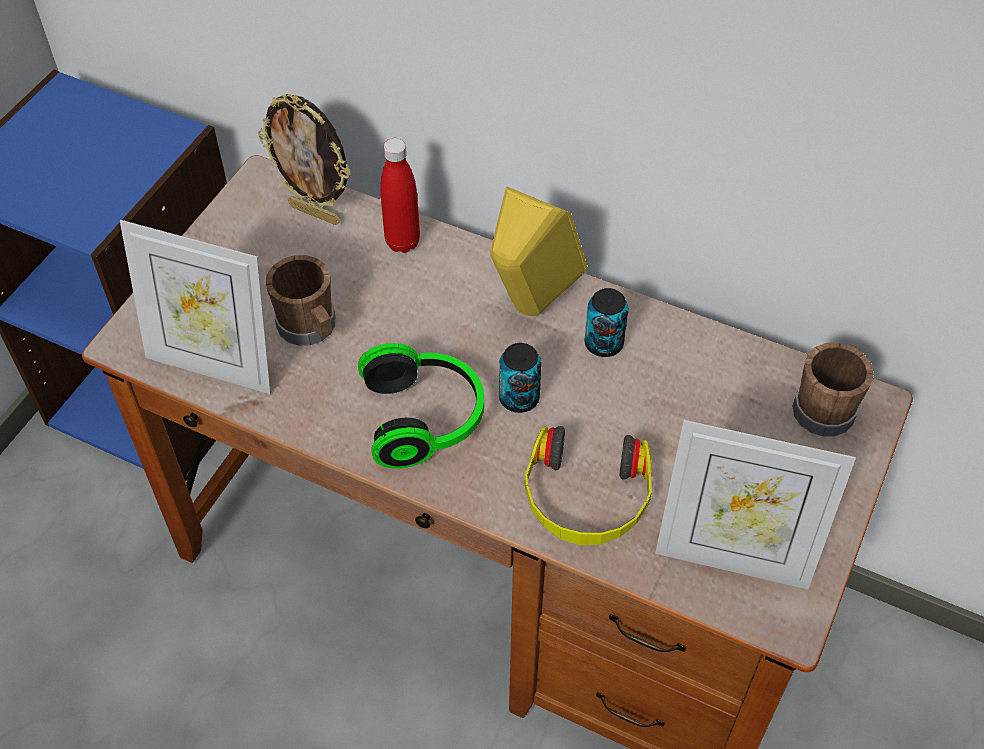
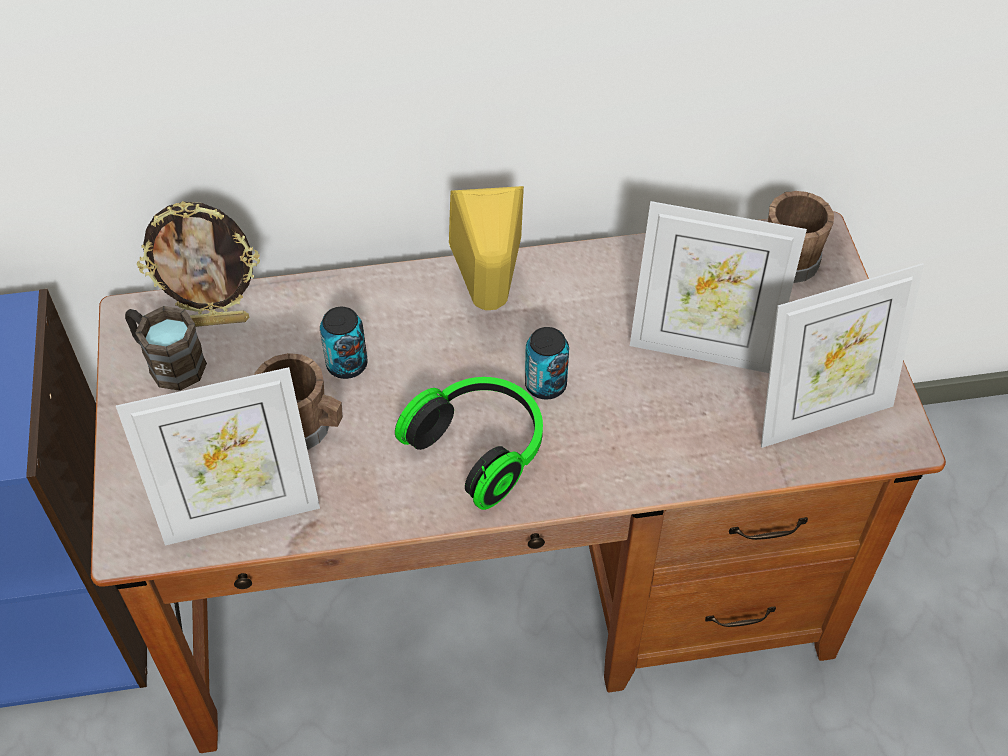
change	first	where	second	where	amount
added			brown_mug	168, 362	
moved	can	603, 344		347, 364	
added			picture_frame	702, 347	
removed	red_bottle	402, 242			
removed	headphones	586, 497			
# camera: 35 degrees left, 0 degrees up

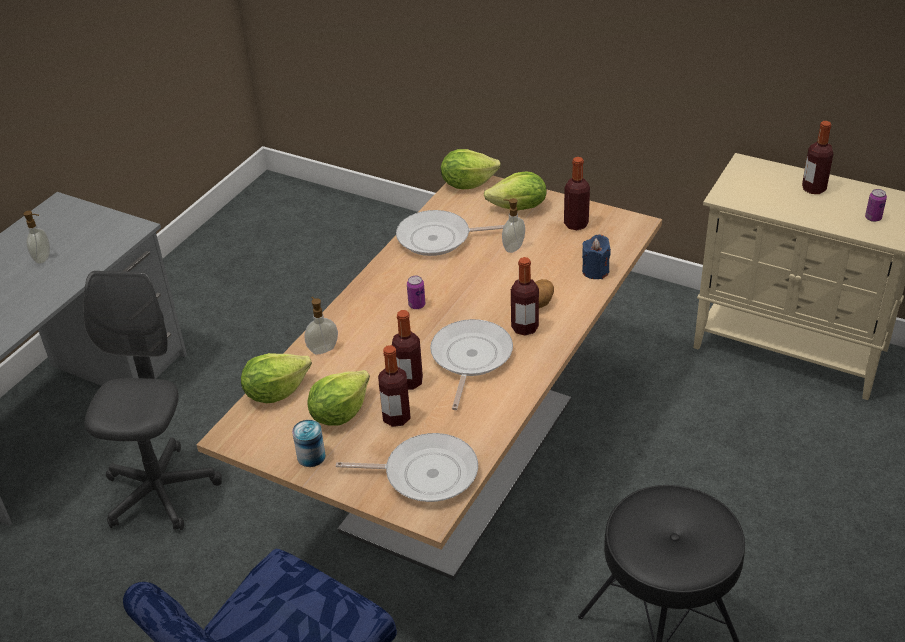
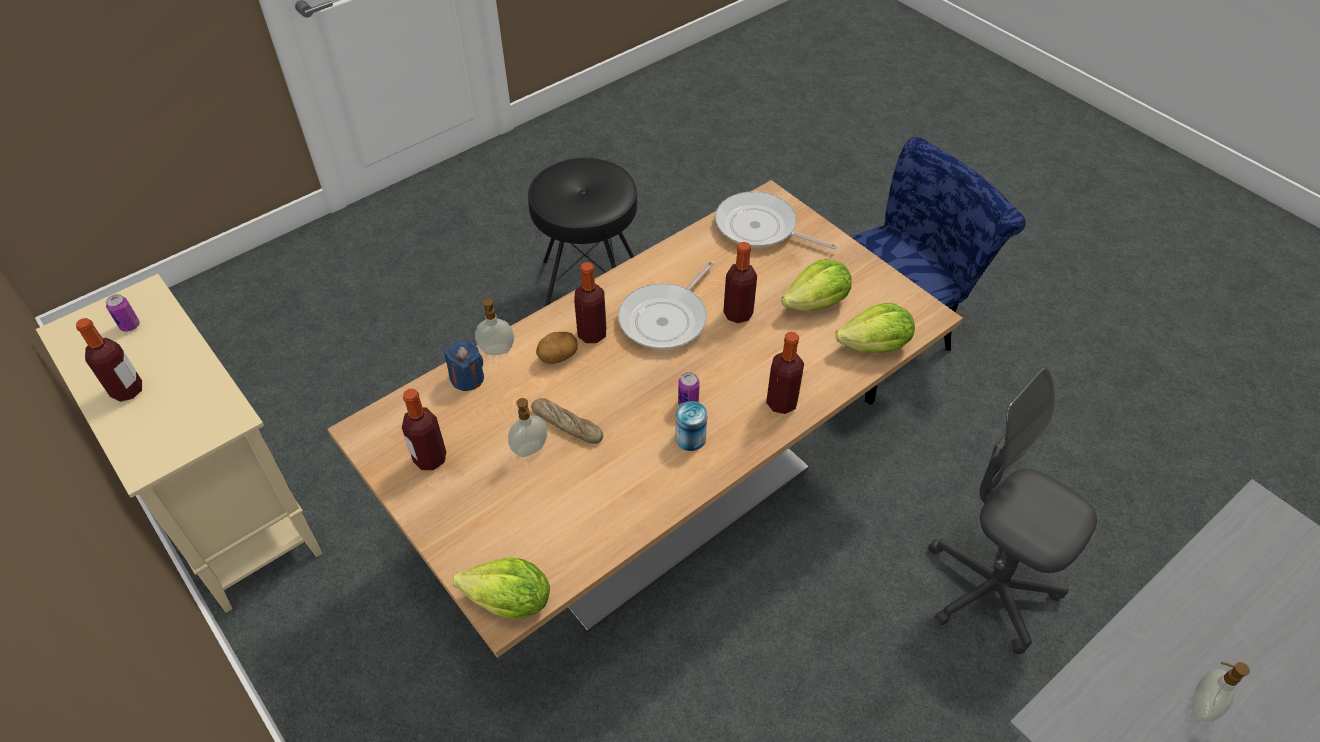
change	first	where	second	where	amount
moved	soap_dispenser	323, 349		497, 351	
added			bread	567, 425	
moved	can	311, 456		690, 438	
moved	bottle	396, 418		781, 403	
turned	grey_office_chair	160, 492		989, 589	105 degrees clockwise
removed	frying_pan	438, 238			
removed	lettuce	519, 208			
# camera: 160 degrees left, 10 degrees up

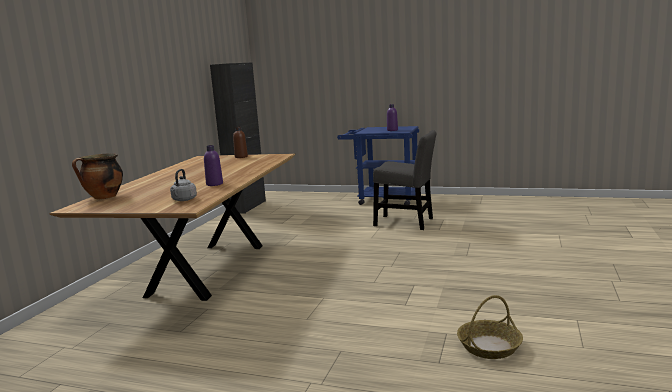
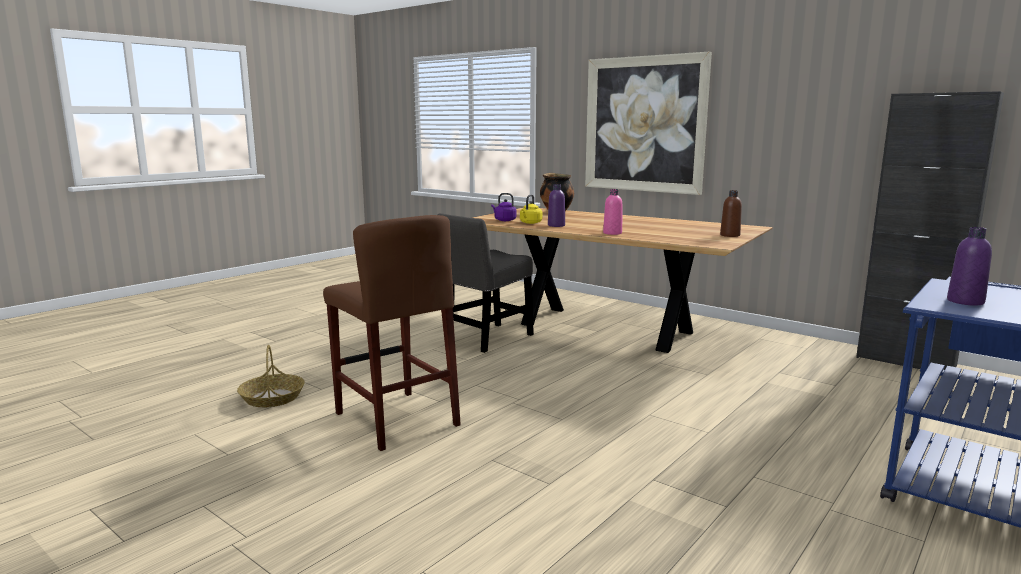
change	first	where	second	where	amount
added			brown_stool	396, 419	
moved	grey_chair	406, 222		486, 338	
recoloured	grey_kettle	183, 200	purple_kettle	504, 220	
added			yellow_kettle	530, 223	
added			picture	644, 124	
added			pink_bottle	612, 233	
# camera: 110 degrees right, 0 degrees up

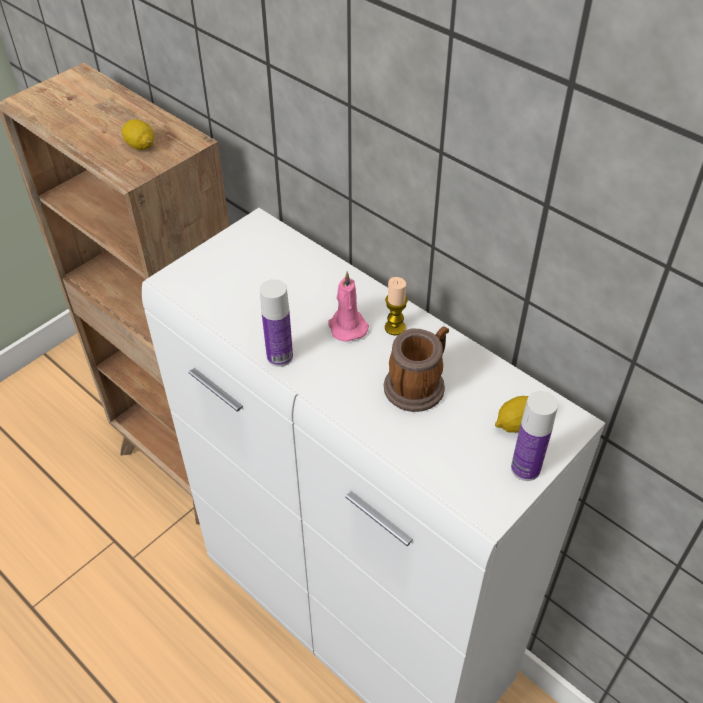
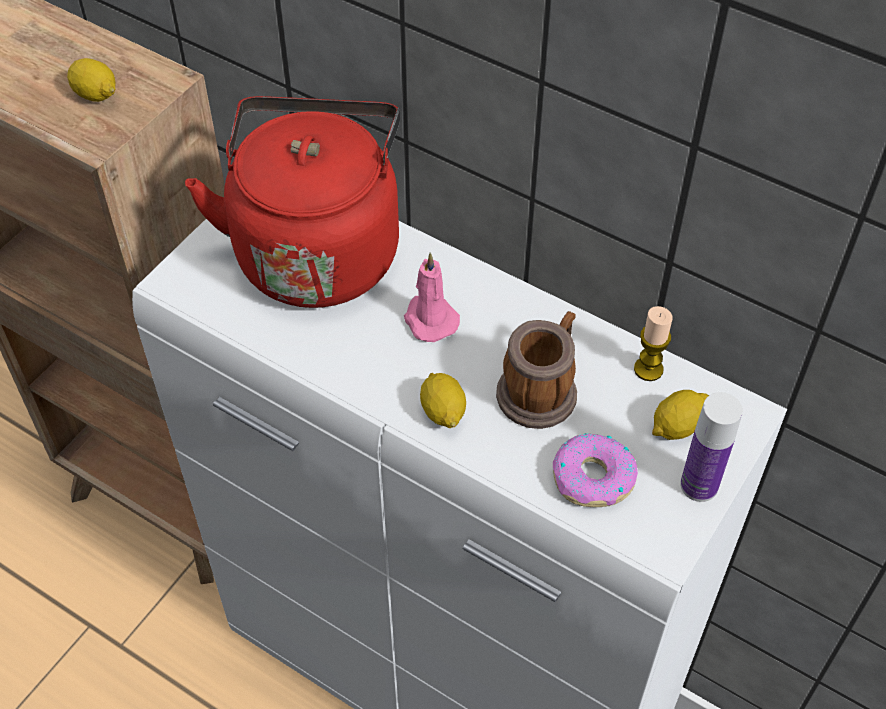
change	first	where	second	where	amount
added			red_kettle	317, 249	
added			lemon	442, 411	
added			donut	593, 478	
moved	candle	395, 327		648, 369	
removed	bottle	280, 357			
# camera: 10 degrees left, 5 degrees up

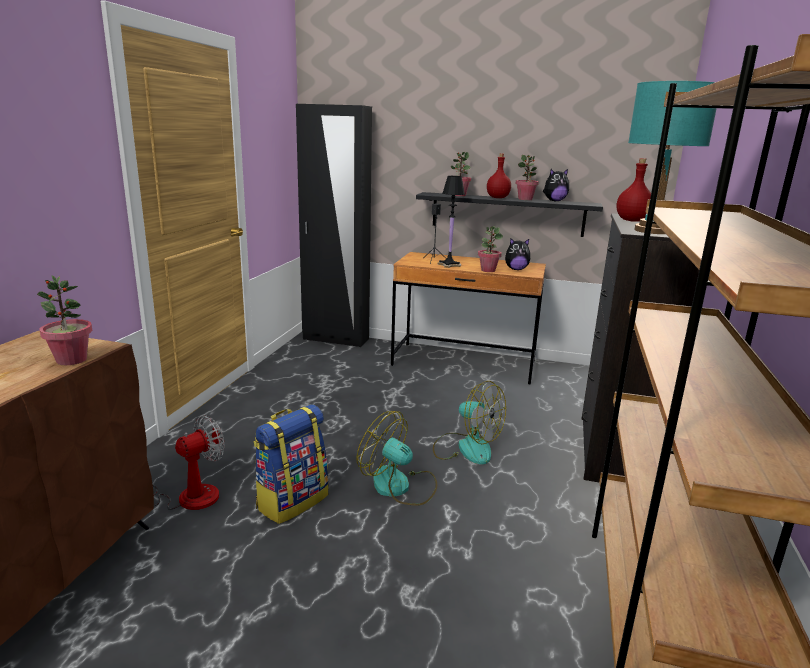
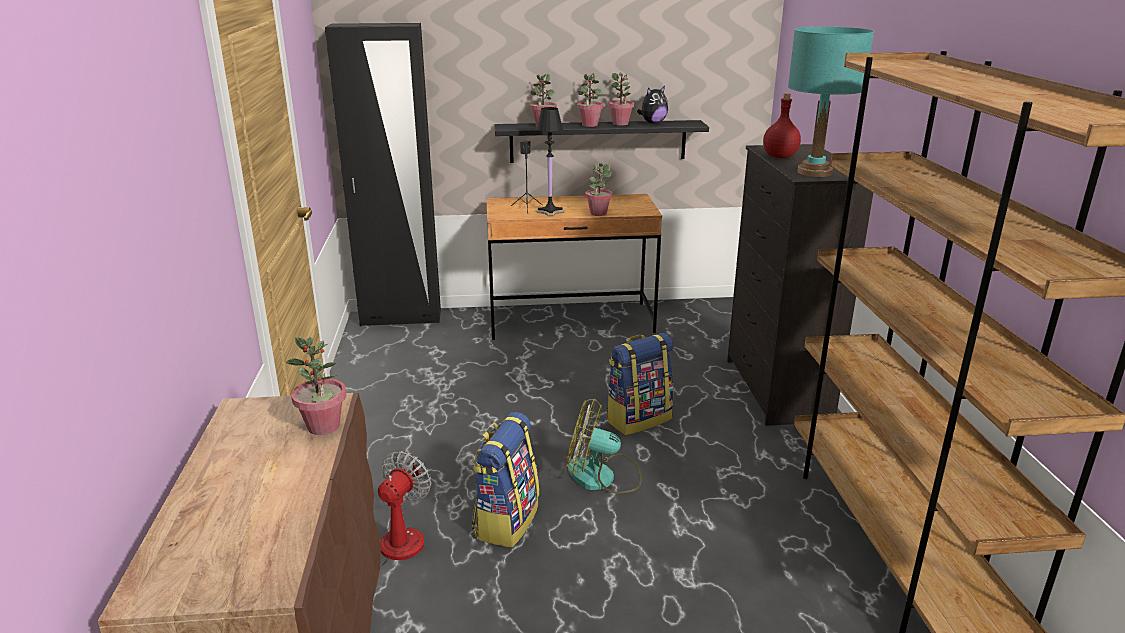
change	first	where	second	where	amount
replaced	red_bottle	497, 198	potted_plant	589, 125	
replaced	fan	466, 447	backpack	638, 419	
removed	plush_toy	516, 269			
# camera: 20 degrees left, 5 degrees up

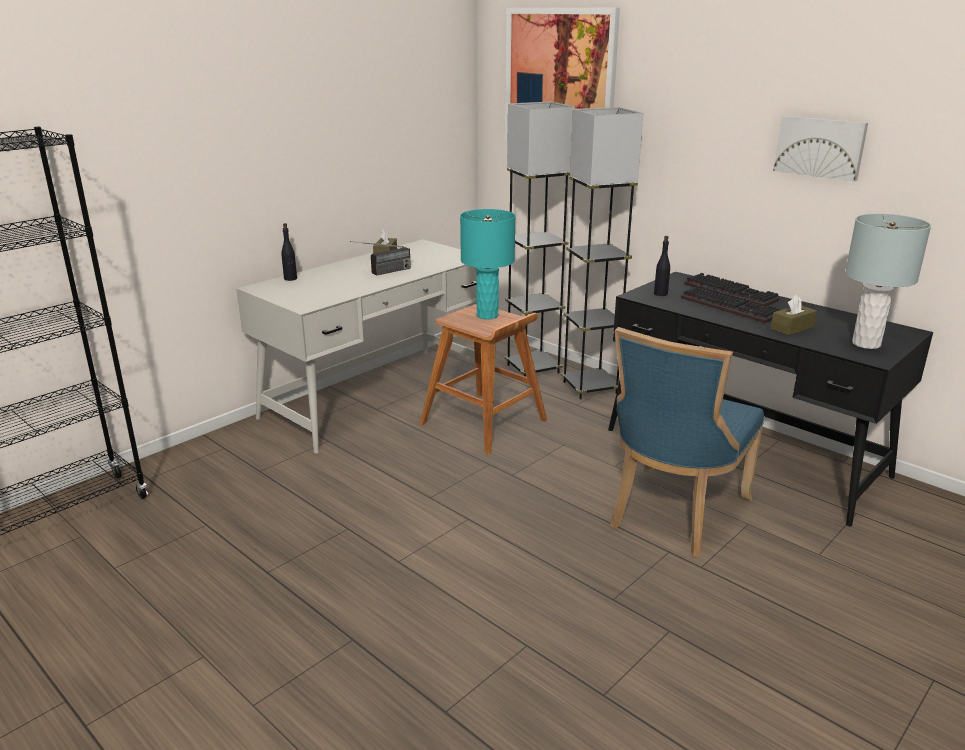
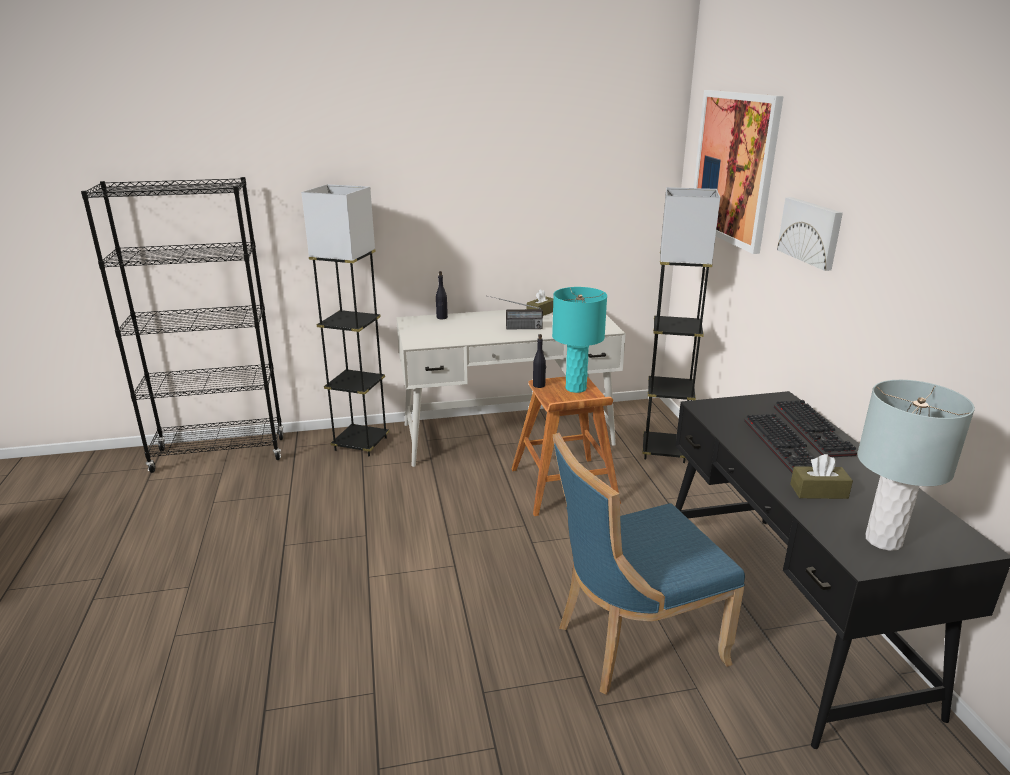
change	first	where	second	where	amount
moved	black_floor_lamp	590, 387		361, 444	
moved	black_bottle	660, 294		539, 385	
moved	picture	820, 147		811, 232	
# camera: 35 degrees right, 0 degrees up

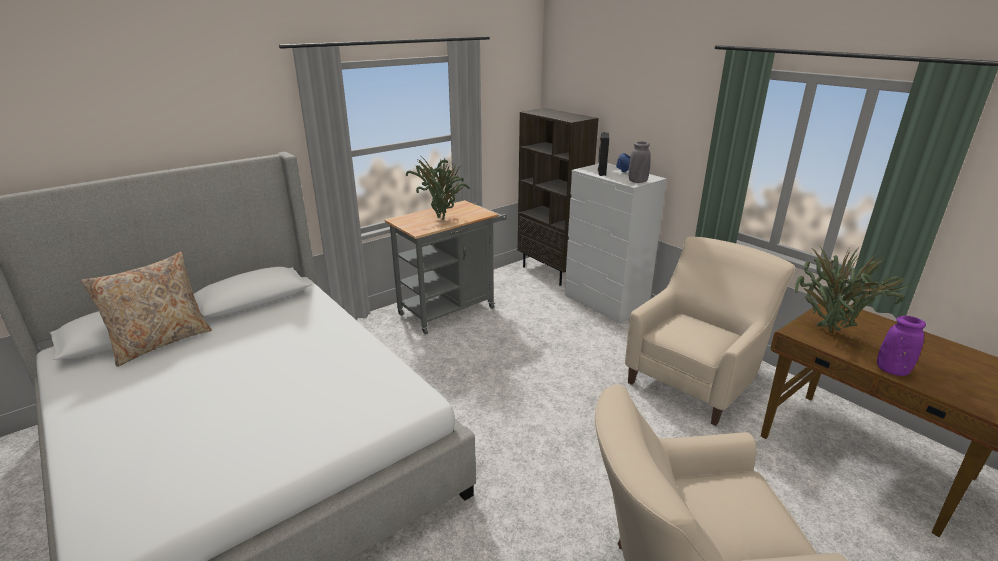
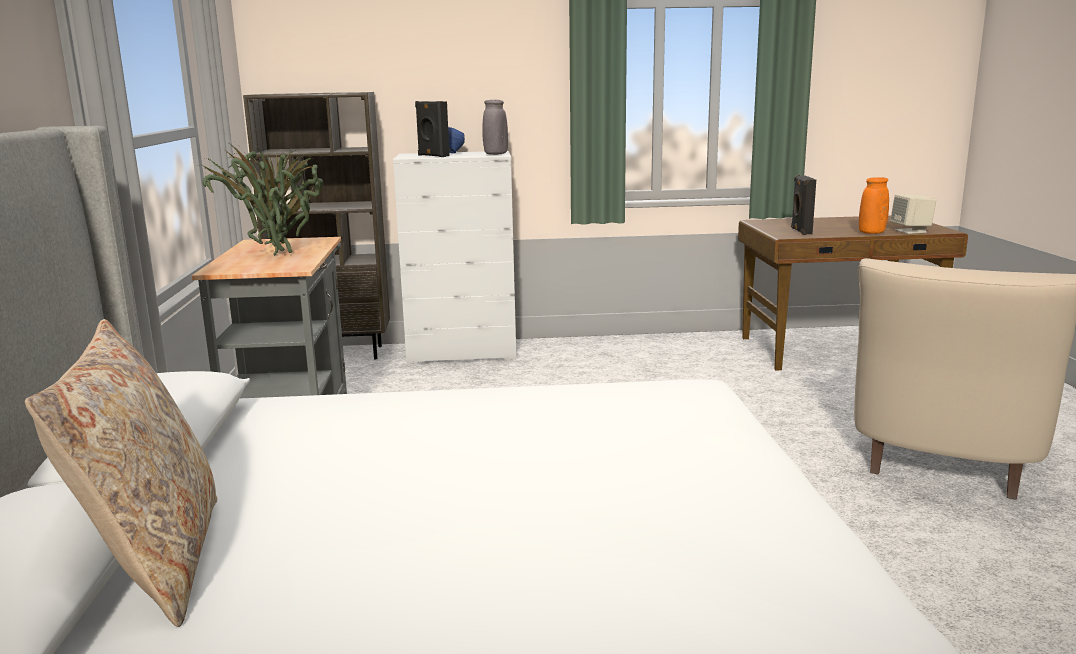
change	first	where	second	where	amount
replaced	potted_plant	829, 334	black_speaker	800, 231	
recoloured	purple_vase	892, 370	orange_vase	871, 233	
added			beige_speaker	911, 231	
removed	beige_armchair	696, 378			
# camera: 55 degrees left, 10 degrees down

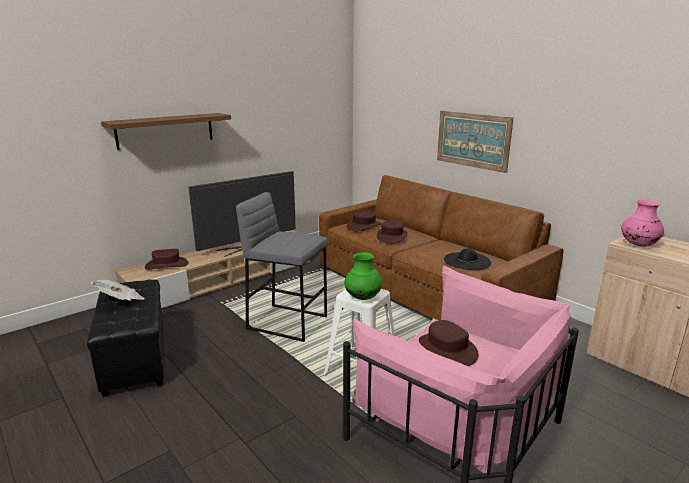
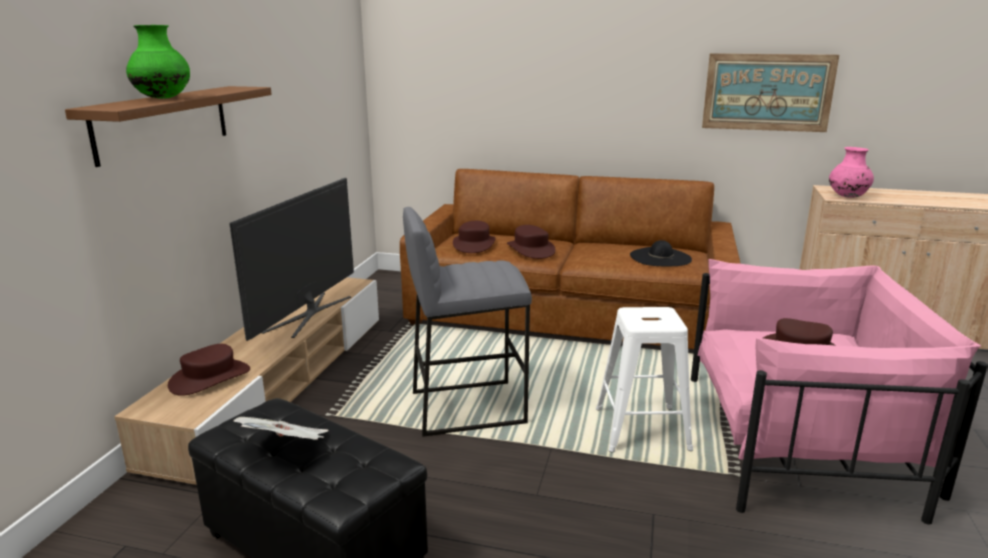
change	first	where	second	where	amount
moved	green_vase	363, 298		163, 98	
moved	picture	472, 140		767, 92	
# camera: 35 degrees left, 0 degrees up

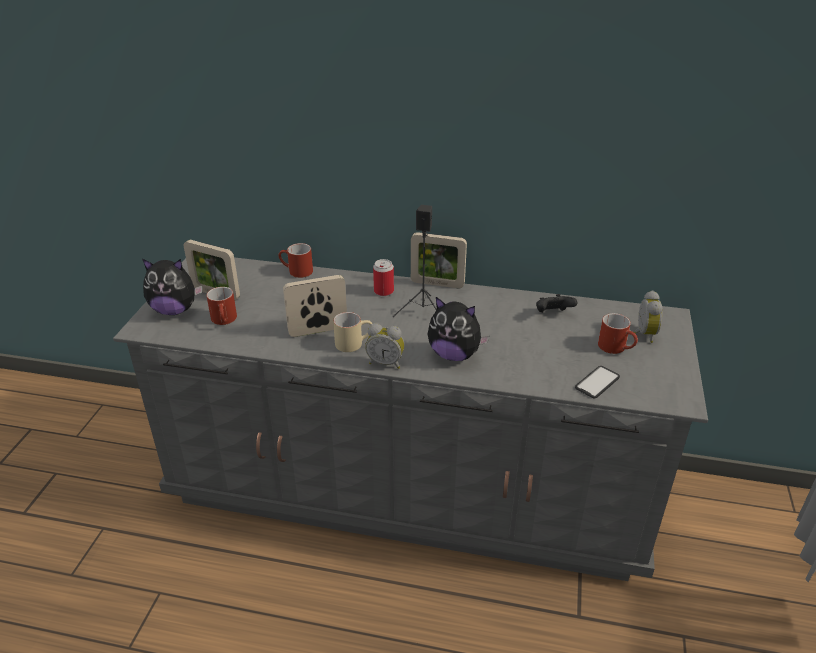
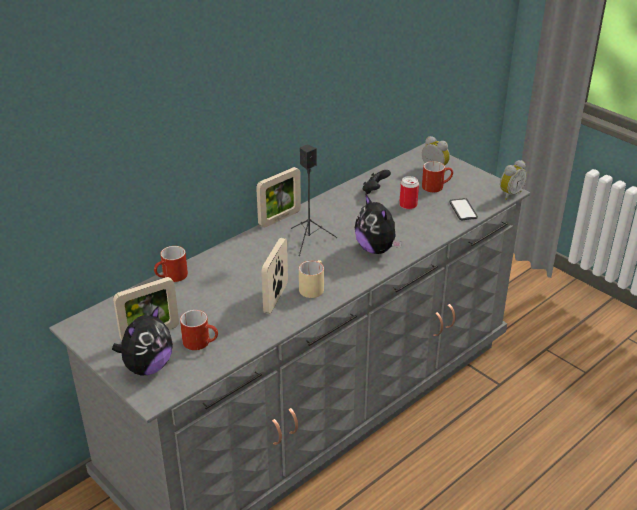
change	first	where	second	where	amount
turned	plush_toy	454, 354		376, 249	90 degrees clockwise
moved	can	383, 291		408, 205	
moved	alarm_clock	385, 362		509, 194	
# camera: 55 degrees left, 0 degrees up

